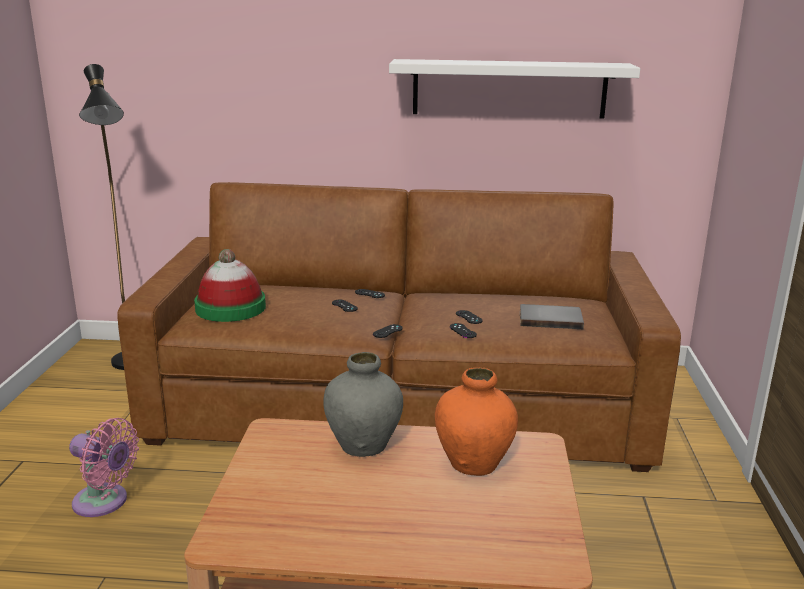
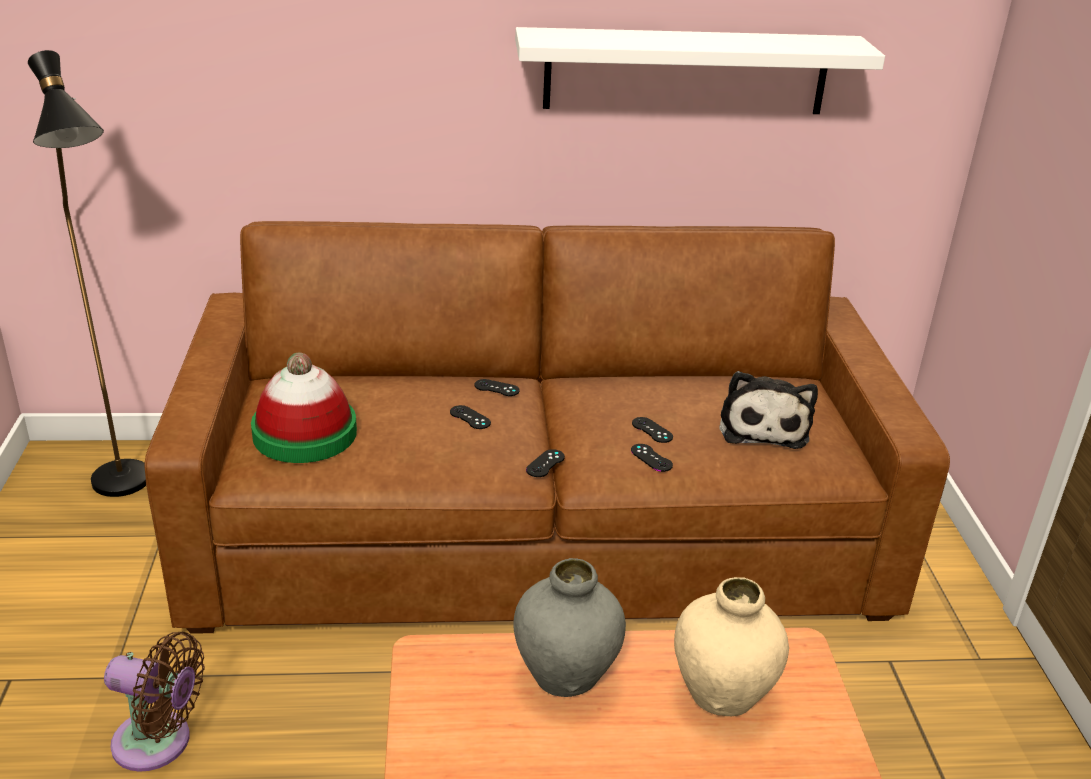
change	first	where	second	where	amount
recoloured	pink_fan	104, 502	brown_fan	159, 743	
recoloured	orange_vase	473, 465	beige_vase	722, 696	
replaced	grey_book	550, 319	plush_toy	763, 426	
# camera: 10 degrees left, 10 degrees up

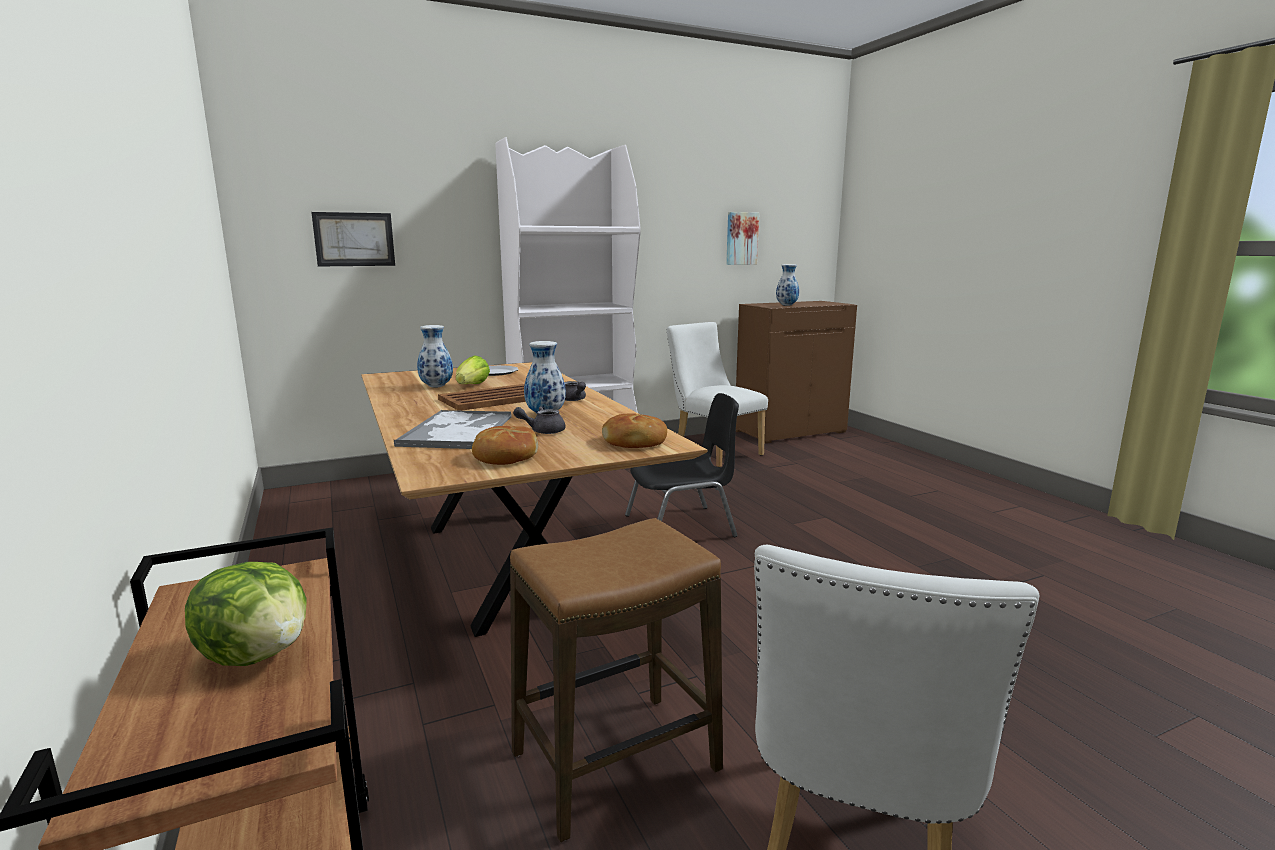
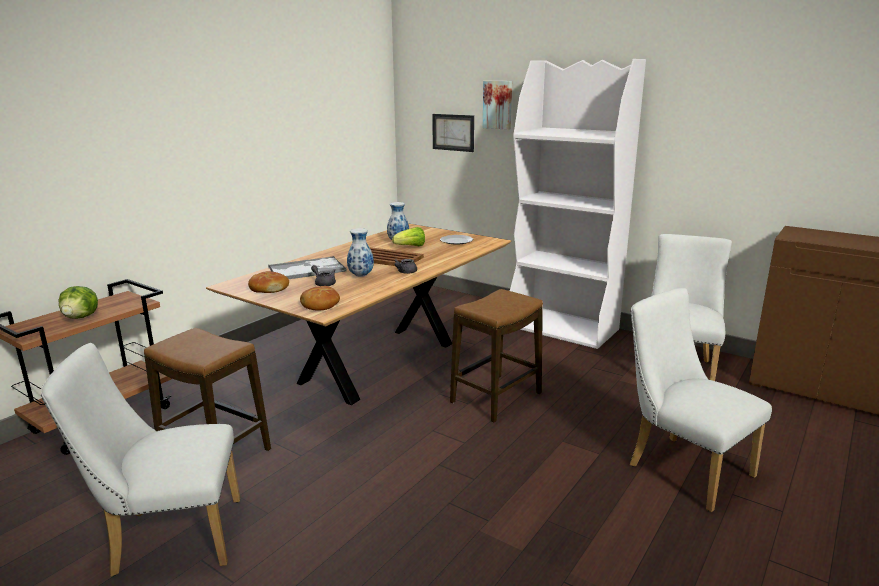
change	first	where	second	where	amount
replaced	black_chair	681, 526	stool	496, 398	
moved	picture	741, 238		498, 104	
added			white_chair	682, 467	
removed	vase	787, 305			
# camera: 60 degrees right, 5 degrees up

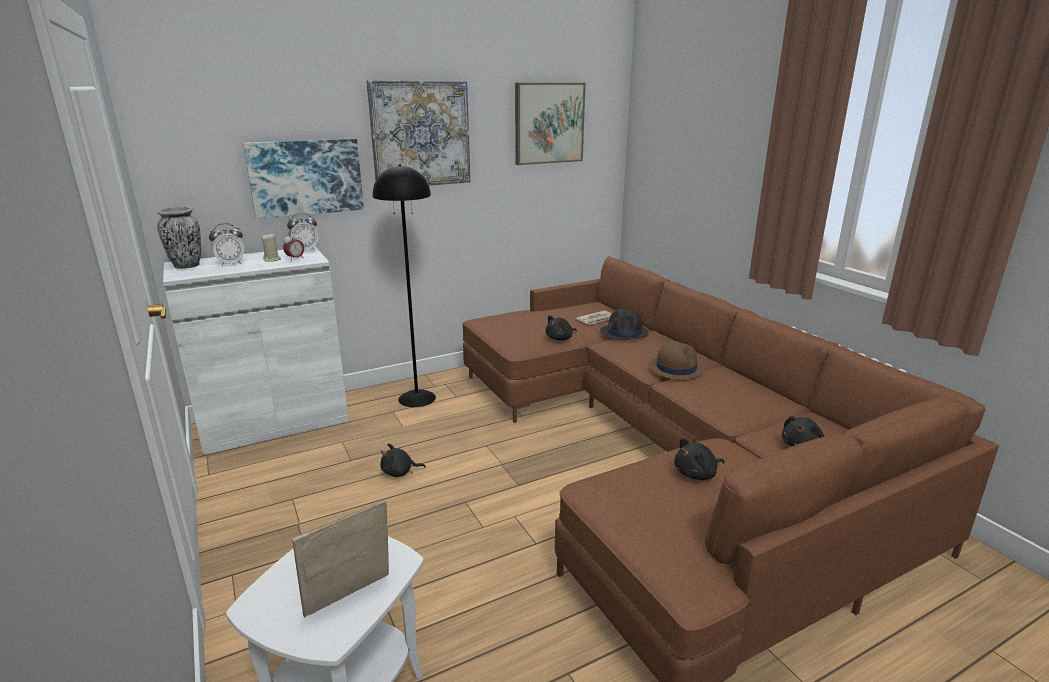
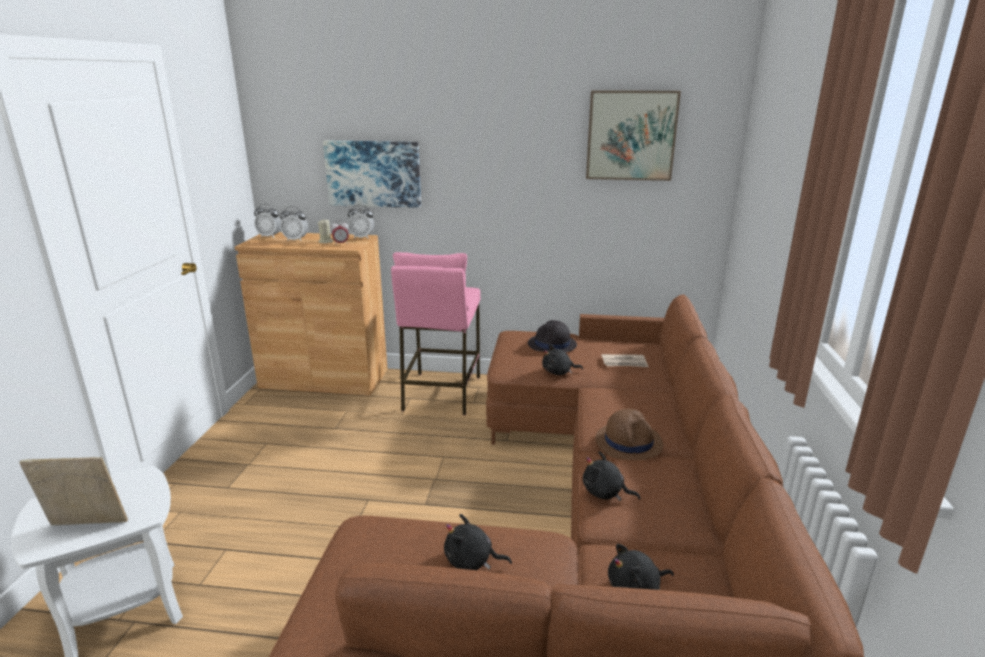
change	first	where	second	where	amount
recoloured	white_cabinet	275, 422	brown_cabinet	324, 378	
replaced	vase	187, 266	alarm_clock	269, 236	
replaced	black_floor_lamp	416, 398	pink_stool	441, 393	
moved	black_hat	624, 332		552, 345	
moved	black_plush_toy	399, 472		605, 493	
removed	picture	420, 134			
# camera: 35 degrees right, 0 degrees up

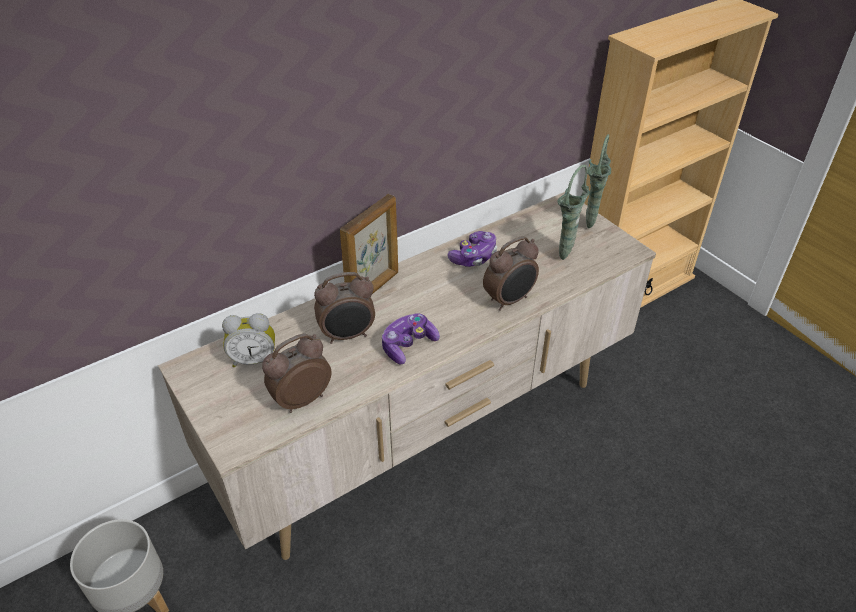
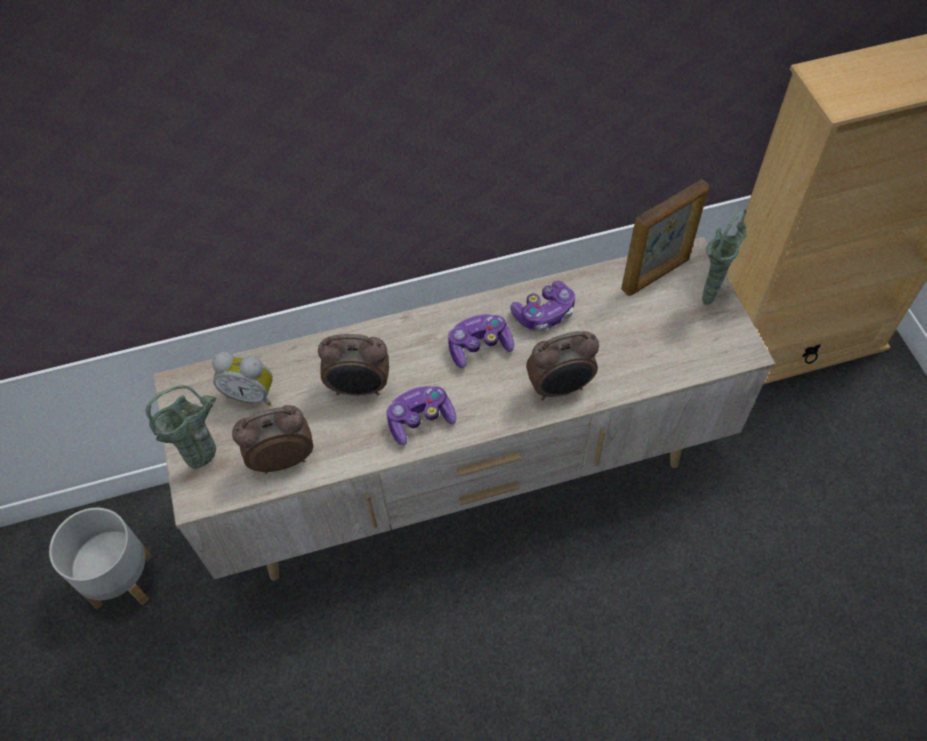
change	first	where	second	where	amount
moved	green_vase	565, 255		208, 460	
added			game_controller	479, 346	
moved	picture_frame	374, 288		656, 275	
# camera: 20 degrees right, 15 degrees up

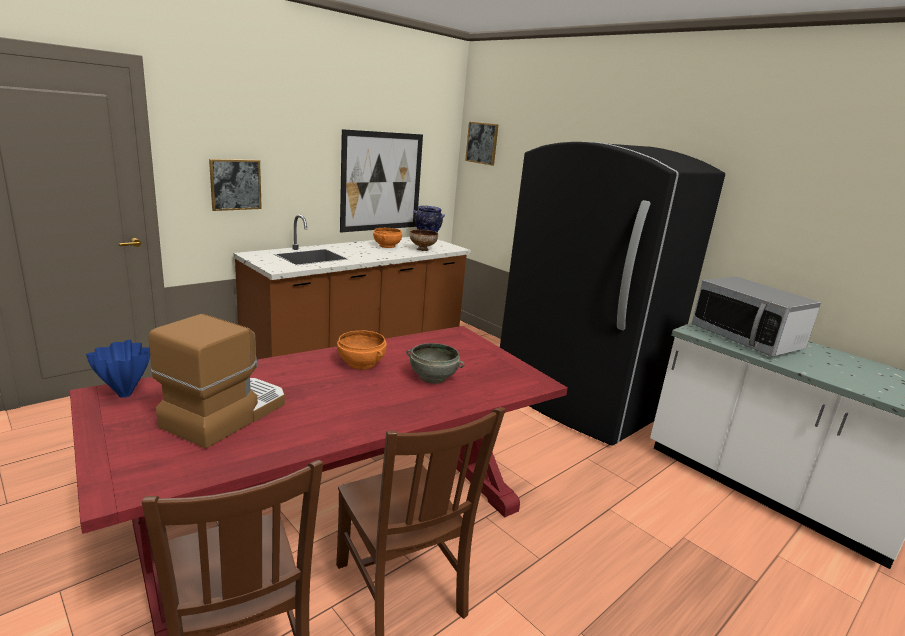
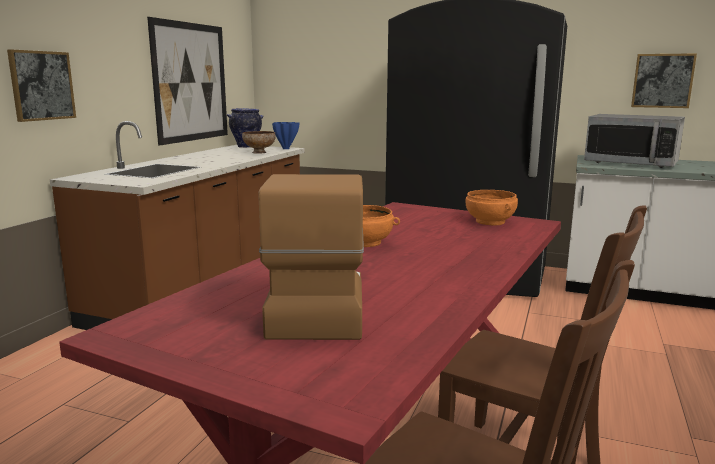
change	first	where	second	where	amount
moved	blue_vase	124, 395		286, 149	
moved	orange_bowl	387, 246		490, 222	
moved	picture	482, 143		662, 81	
removed	grey_bowl	432, 377			
# camera: 25 degrees left, 5 degrees down

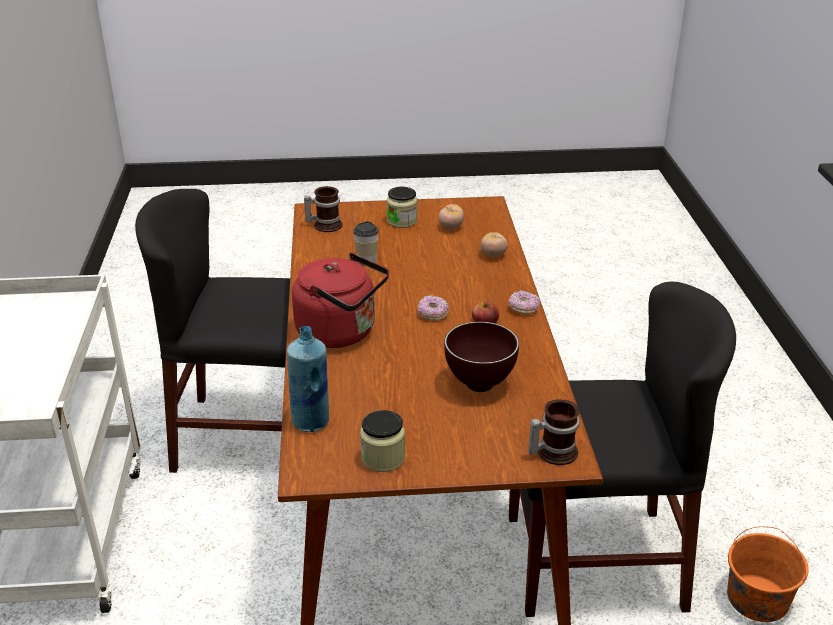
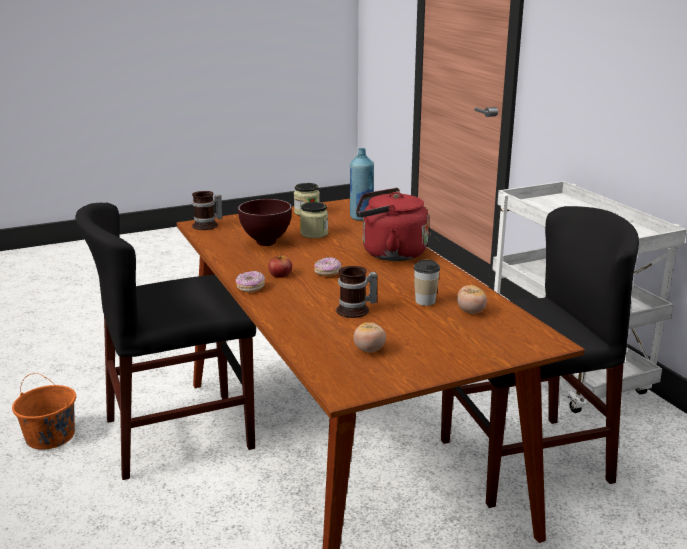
change	first	where	second	where	amount
moved	jar	402, 221		314, 234	
moved	mug	325, 225		356, 311	
moved	tomato	493, 255		471, 311	
# camera: 160 degrees right, 10 degrees down

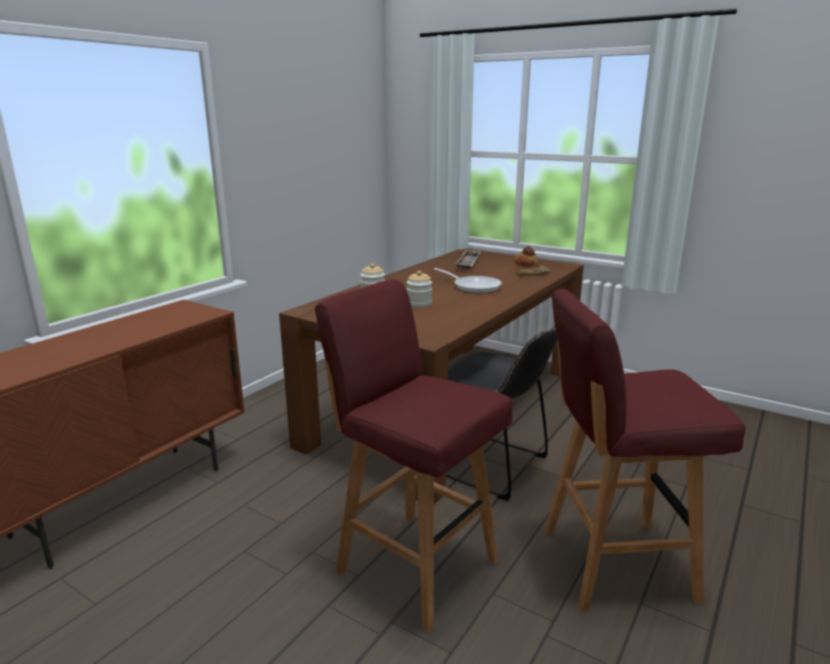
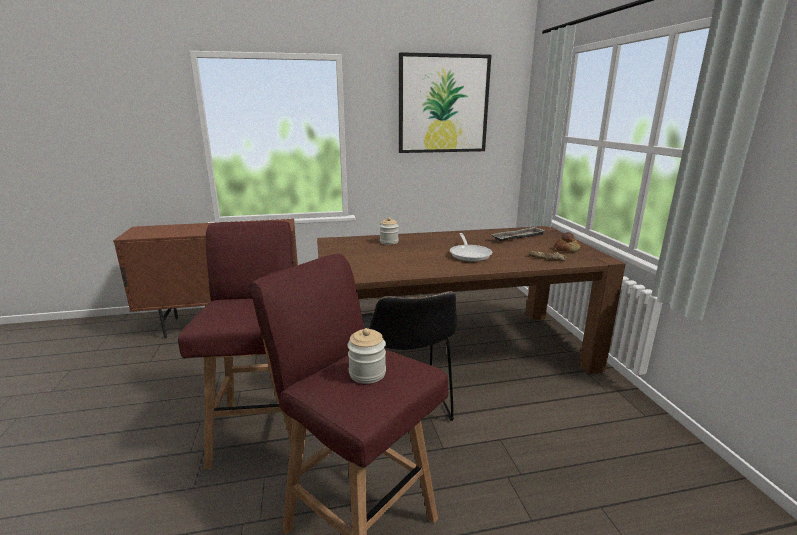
change	first	where	second	where	amount
moved	jar	419, 304		367, 373	
added			picture	443, 104	
# camera: 45 degrees right, 0 degrees up

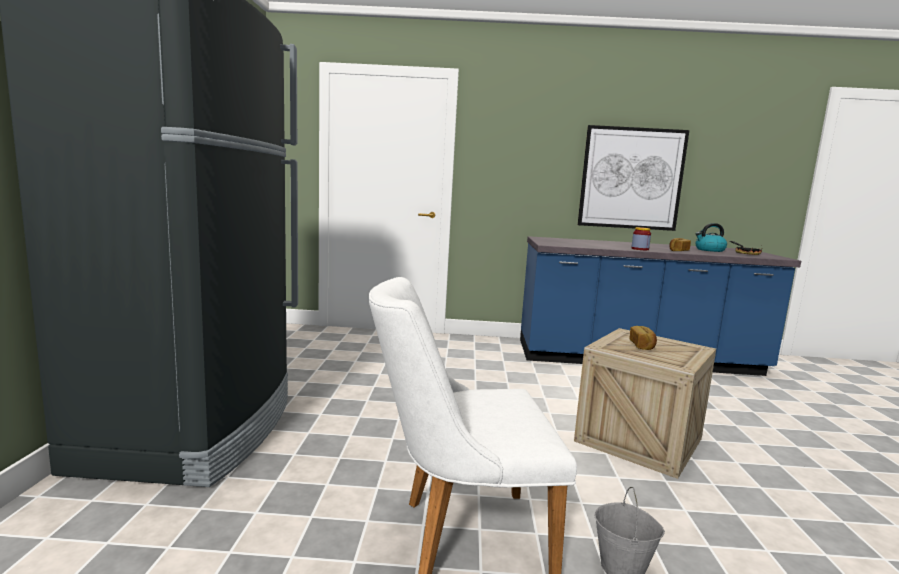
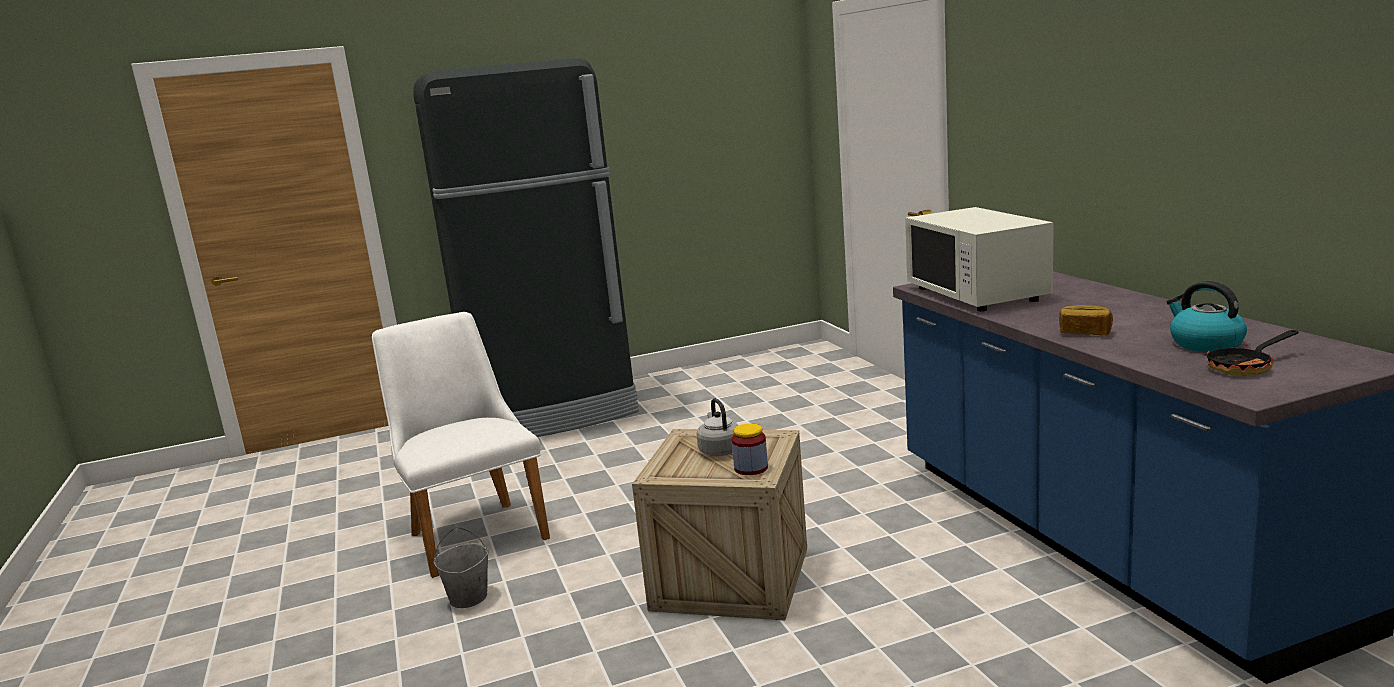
change	first	where	second	where	amount
replaced	bread	642, 346	grey_kettle	719, 450	
moved	jar	640, 249		751, 468	
added			white_microwave	977, 294	
removed	picture	631, 178			
# camera: 70 degrees right, 5 degrees up

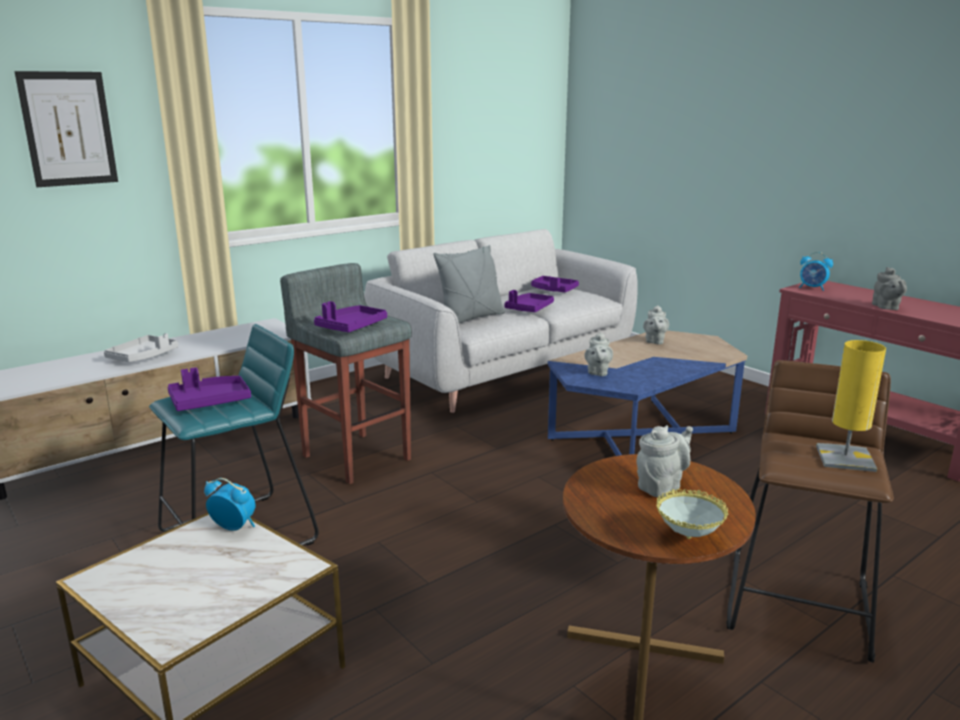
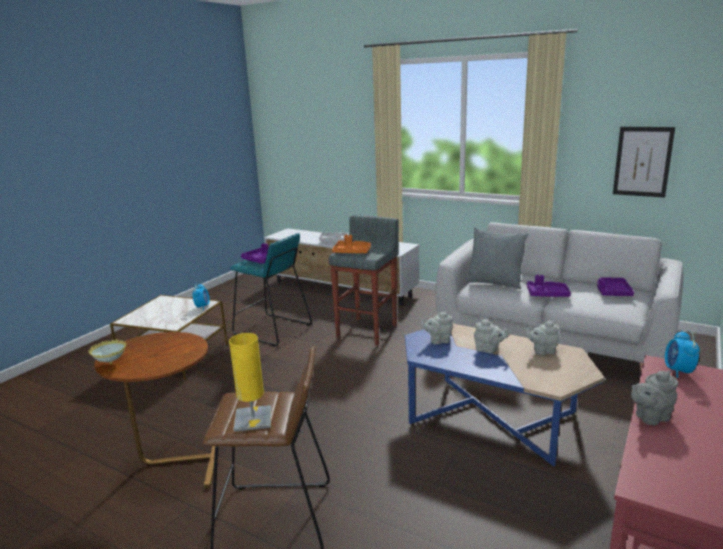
change	first	where	second	where	amount
recoloured	purple_tray	351, 327	orange_tray	352, 252	
moved	grey_teapot	661, 486		488, 350	
moved	picture	68, 129		642, 161	
# camera: 70 degrees right, 0 degrees up

